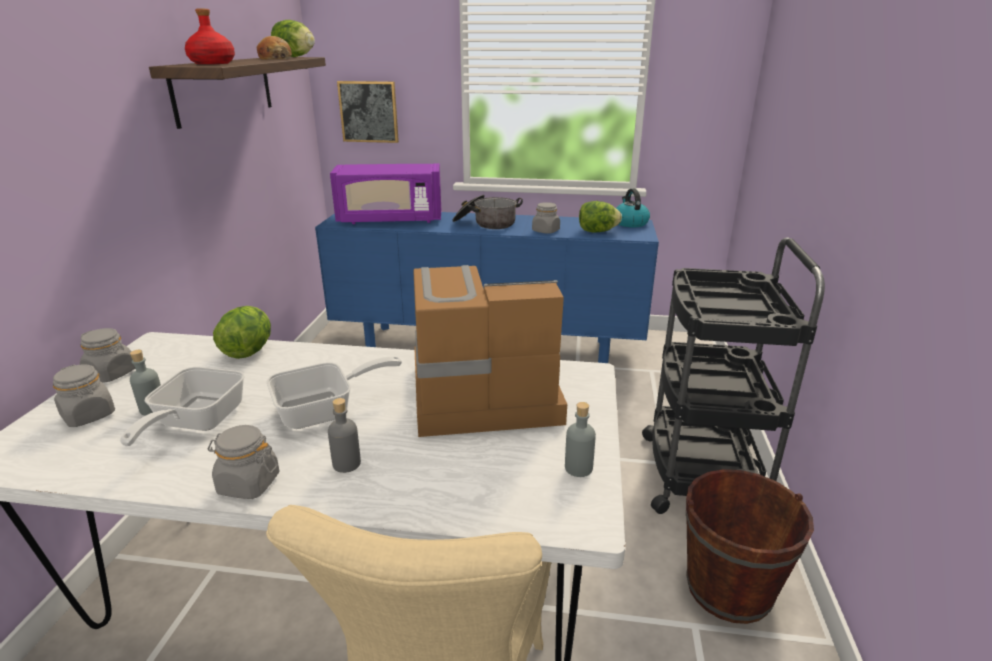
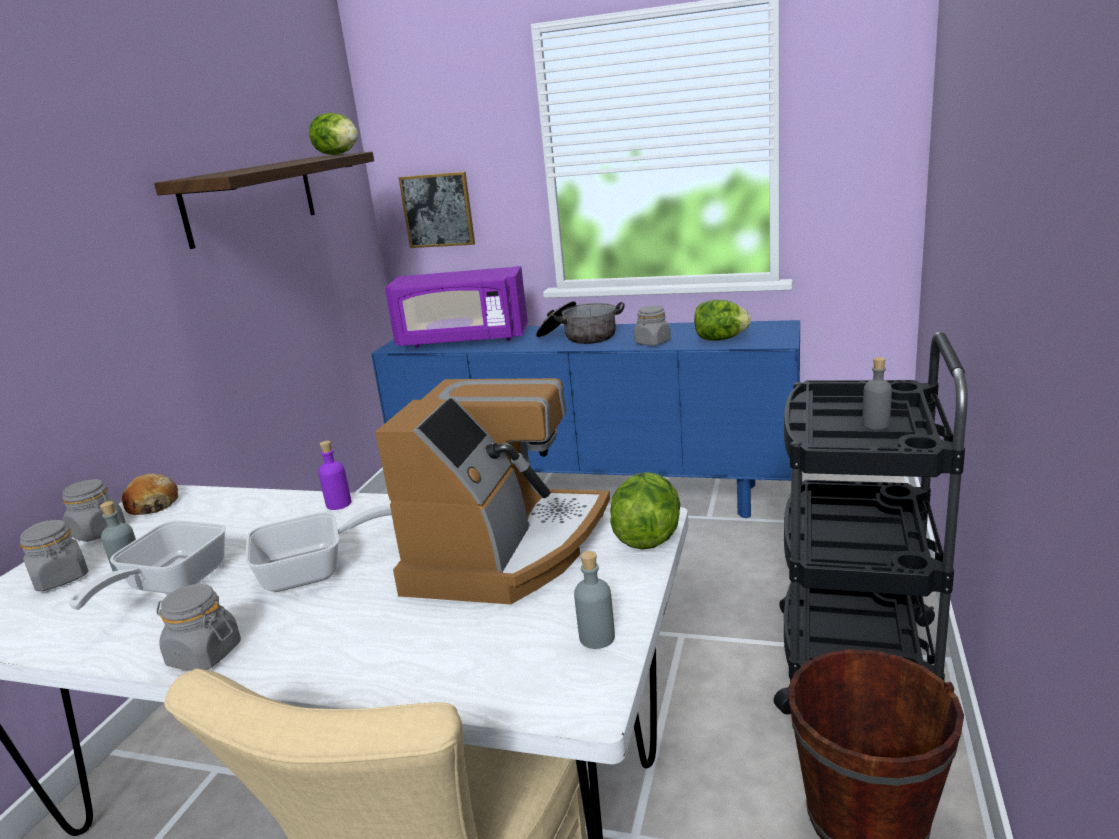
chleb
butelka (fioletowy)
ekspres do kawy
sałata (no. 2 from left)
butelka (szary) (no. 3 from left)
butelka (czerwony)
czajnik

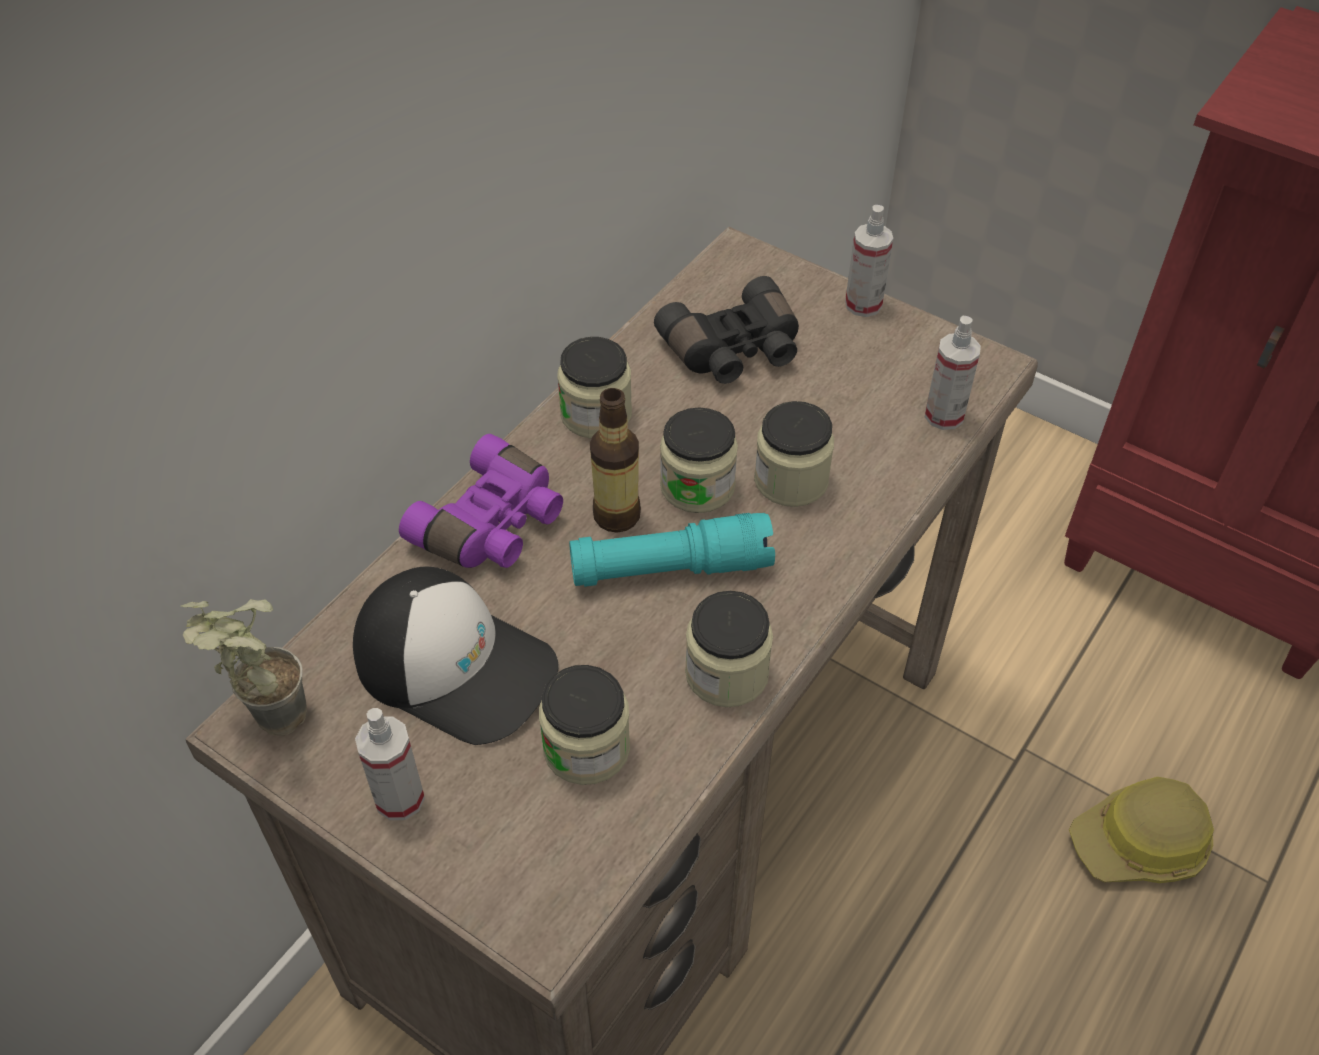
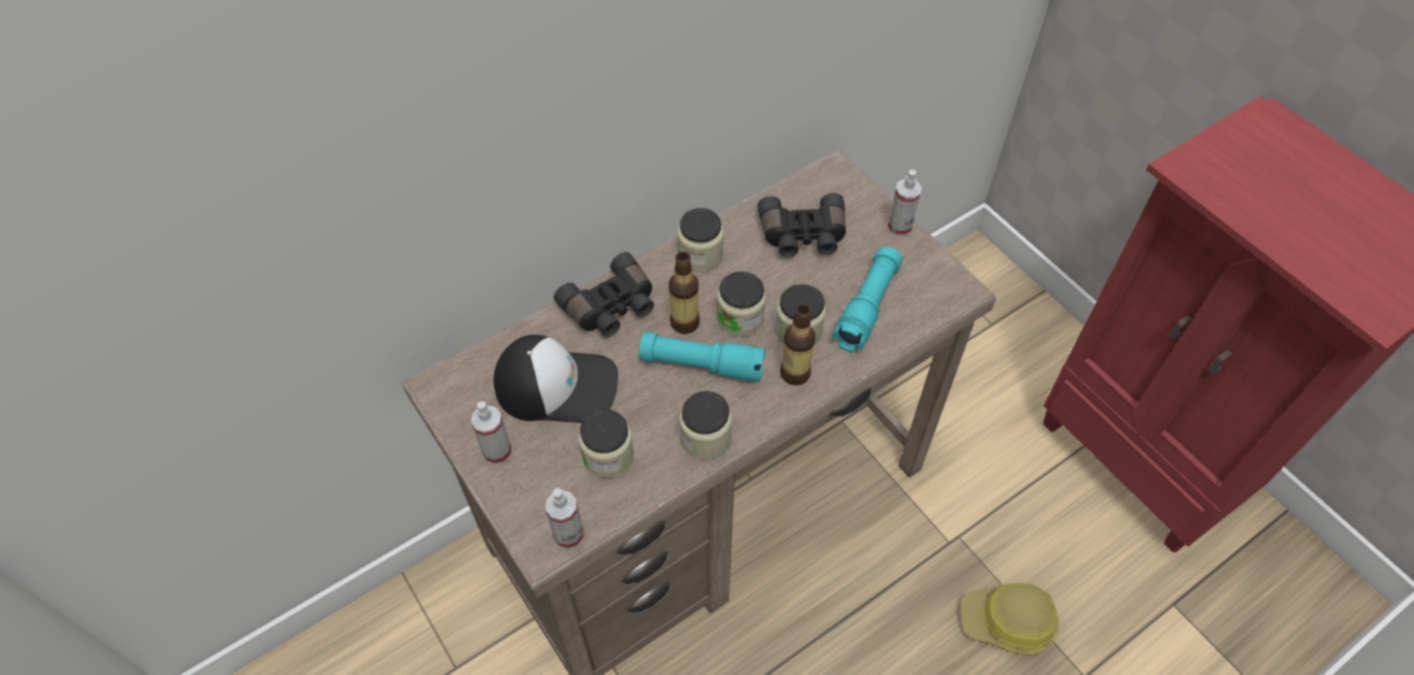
czapka z daszkiem
spryskiwacz (no. 2 from left)
lornetka (czarny) (no. 1 from left)
butelka (no. 2 from left)
latarka (turkusowy) (no. 2 from left)
roślina doniczkowa

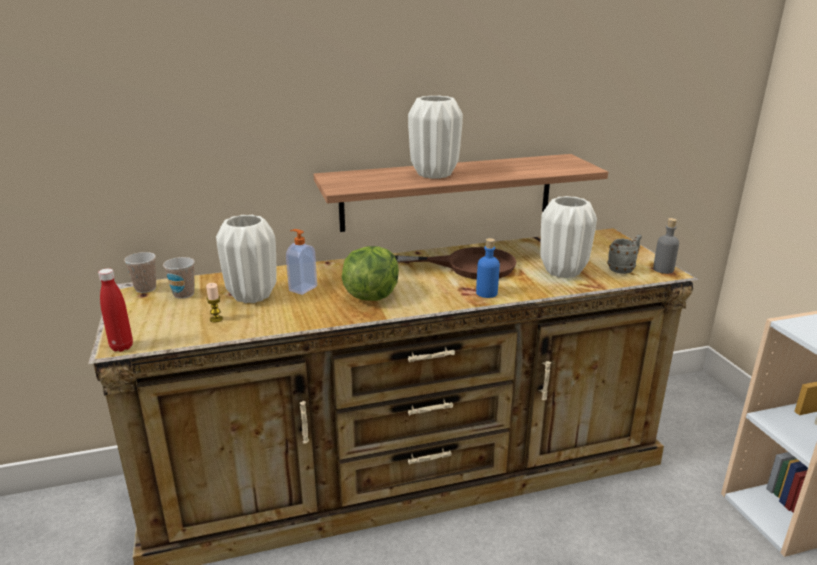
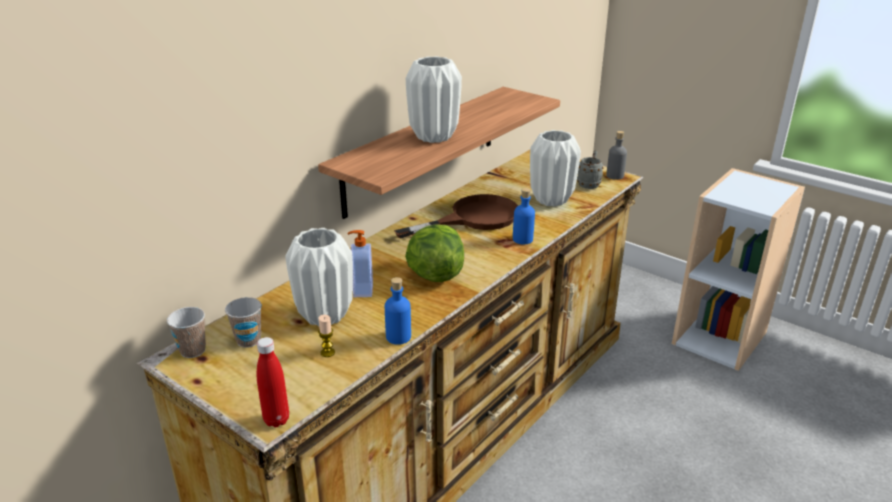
butelka (niebieski) (no. 1 from left)

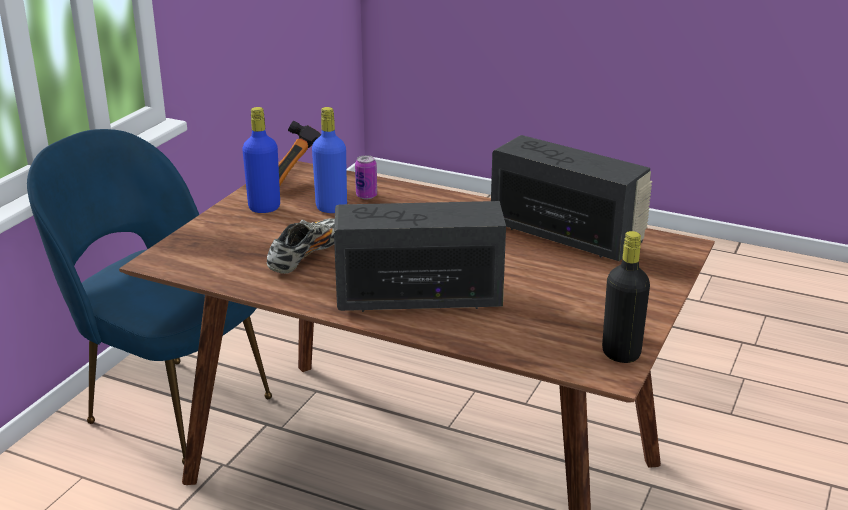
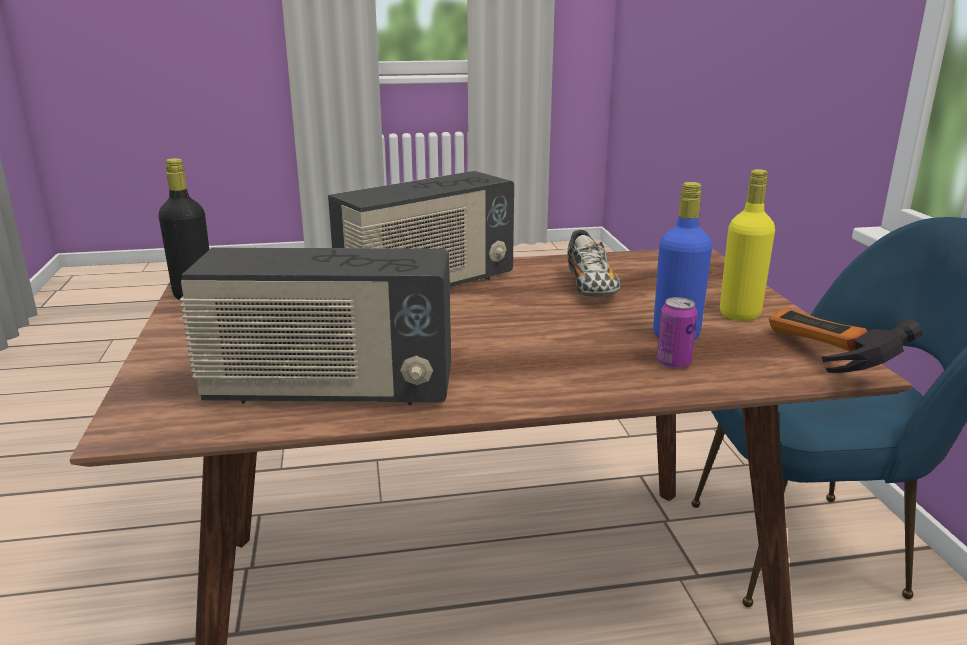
butelka (żółty)

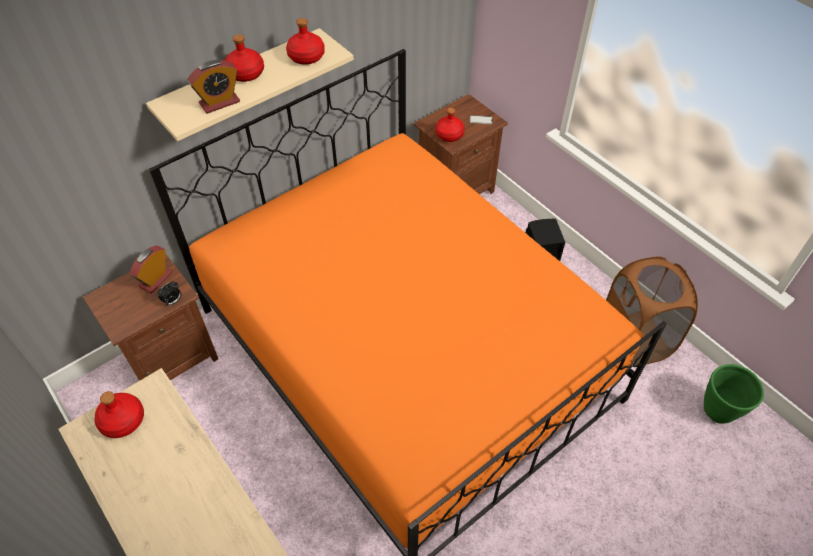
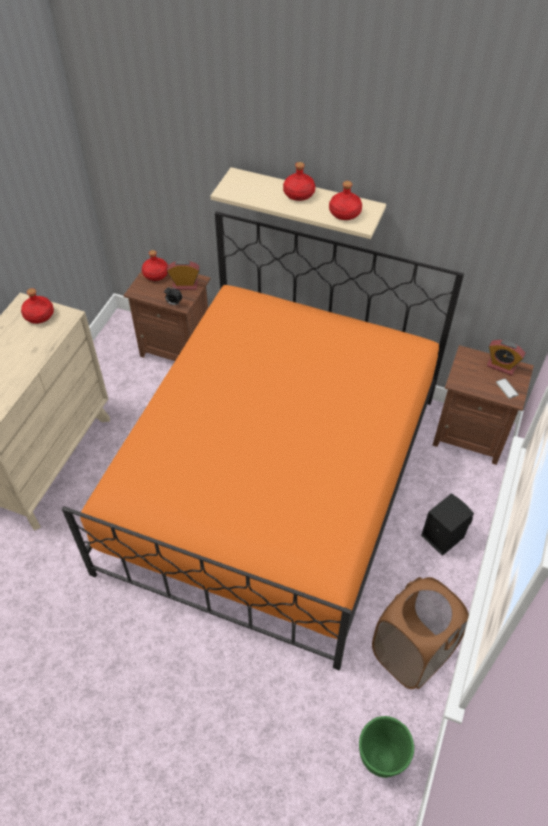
butelka (czerwony) (no. 2 from left)
budzik (no. 3 from left)

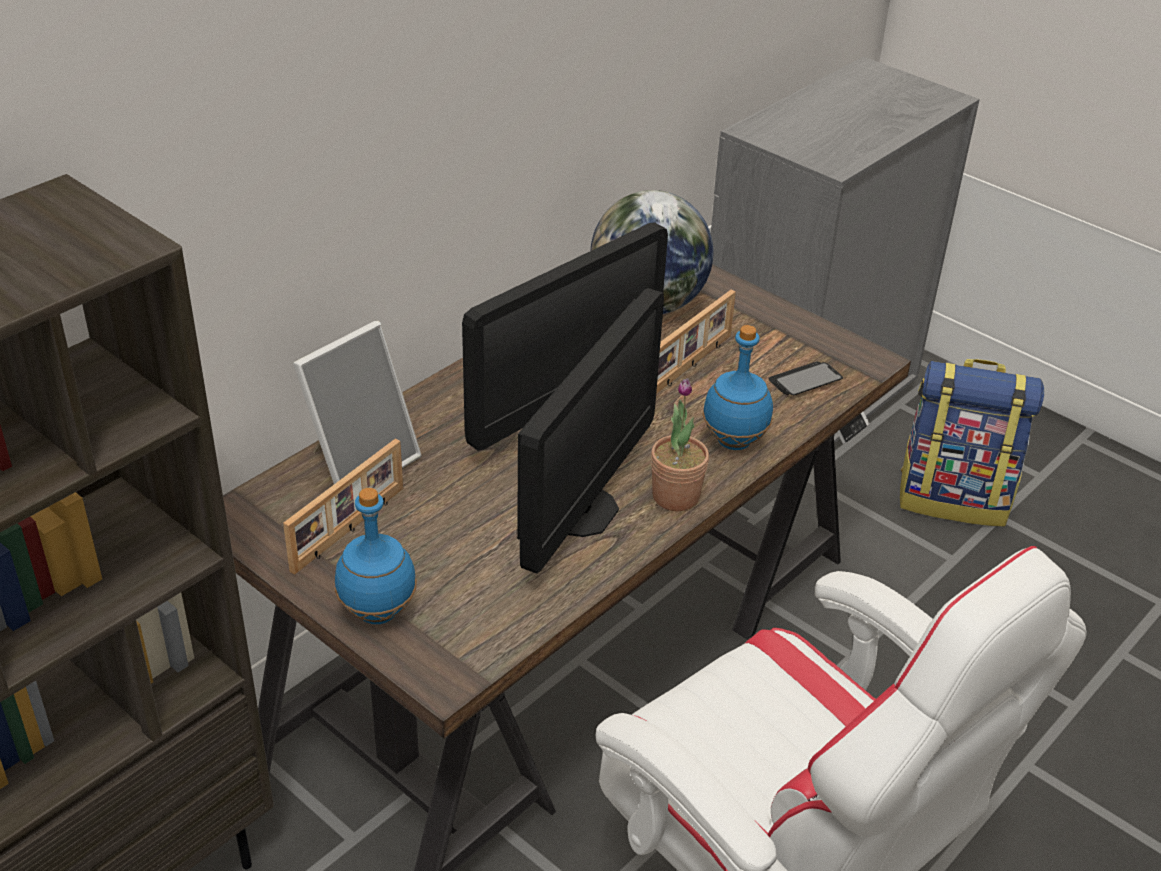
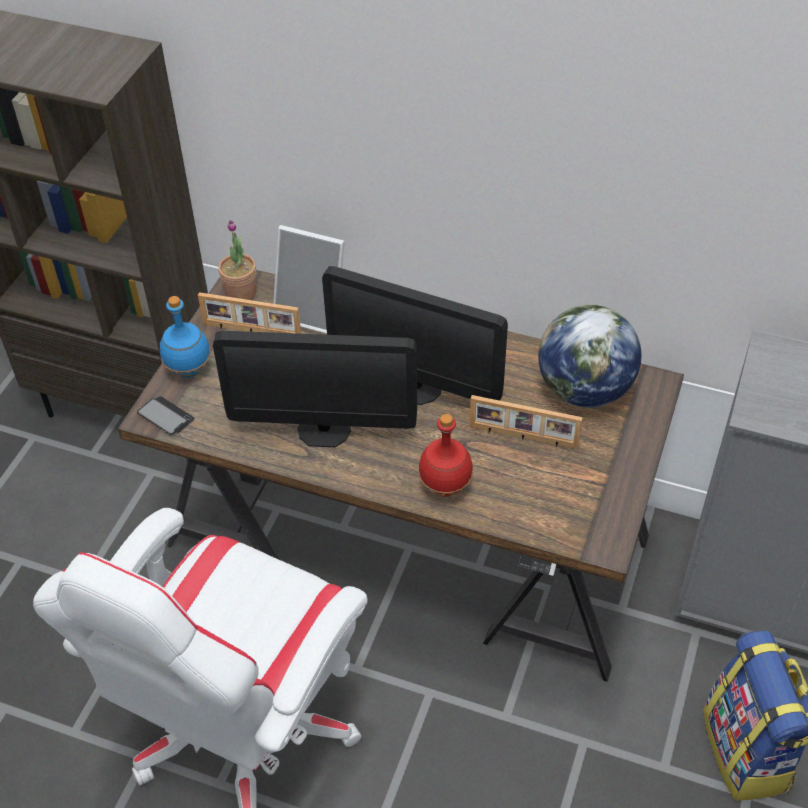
telefon
roślina doniczkowa
butelka (czerwony)

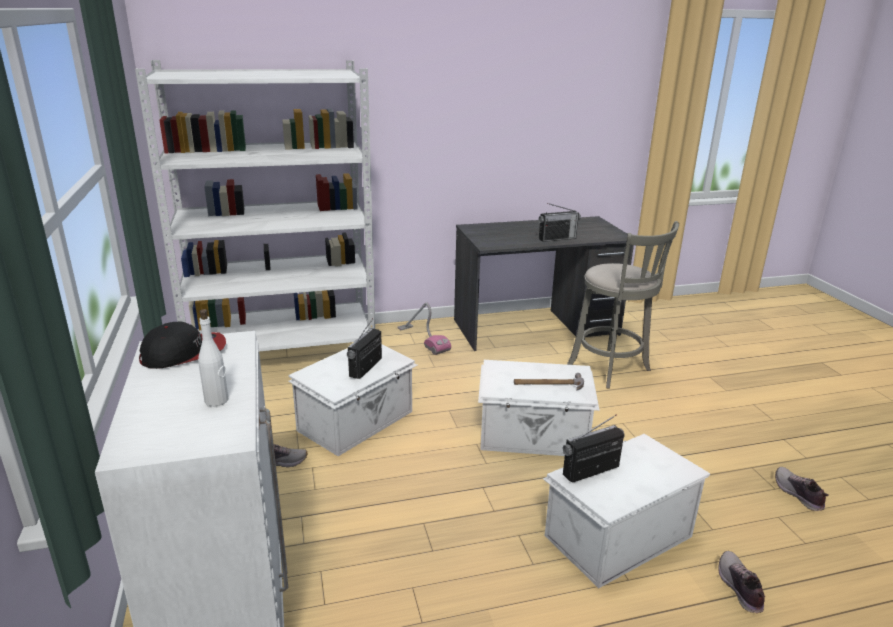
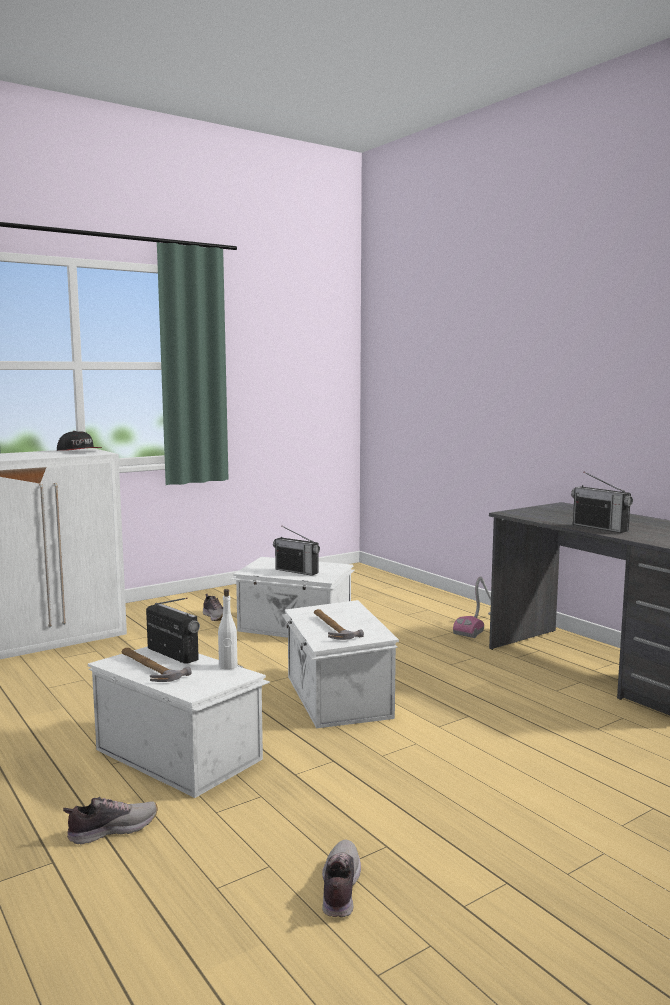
młotek (no. 1 from left)
butelka (biały)
radio (no. 2 from left)
but (no. 3 from left)
regał (biały)
stołek (szary)

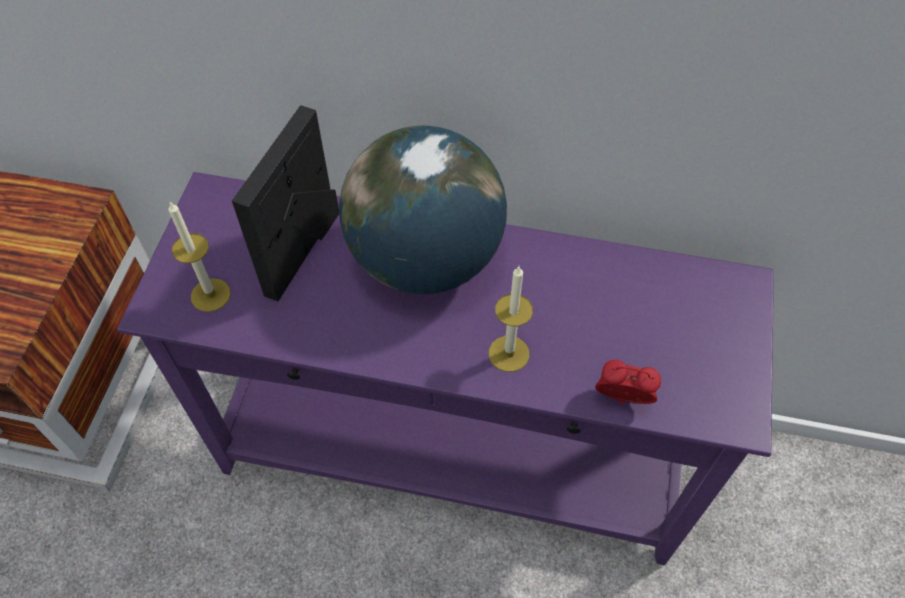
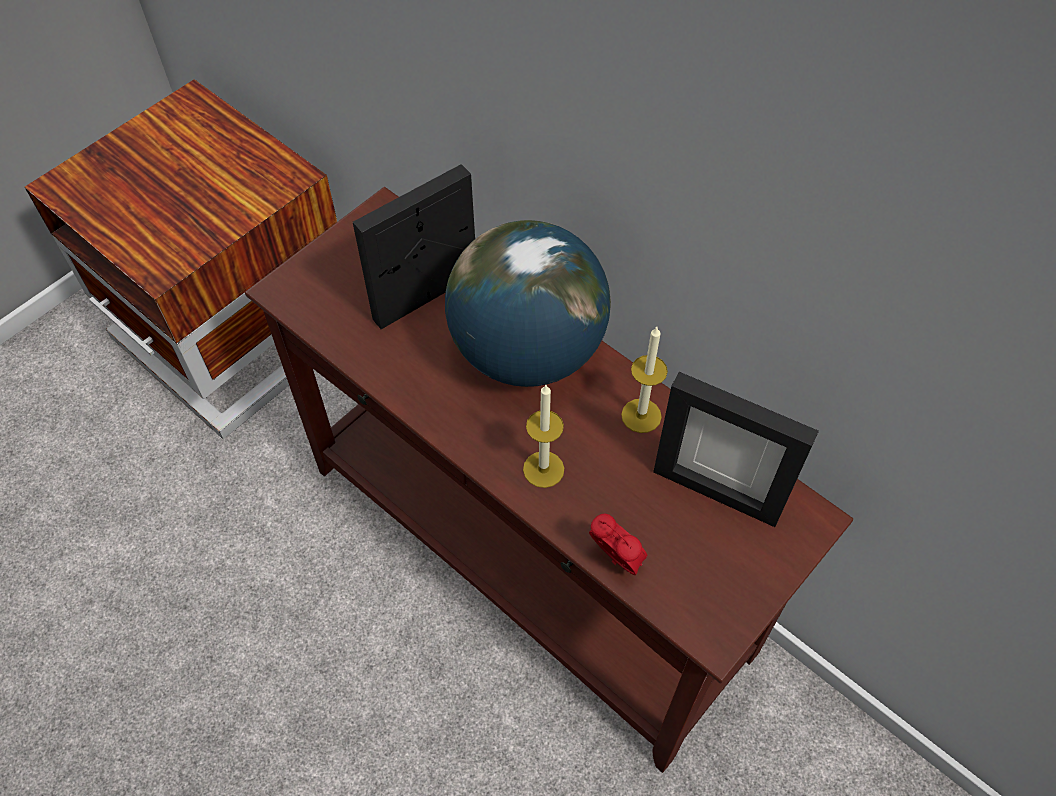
stolik konsolowy (brązowy)
świeca (no. 2 from left)
ramka na zdjęcie (no. 2 from left)

